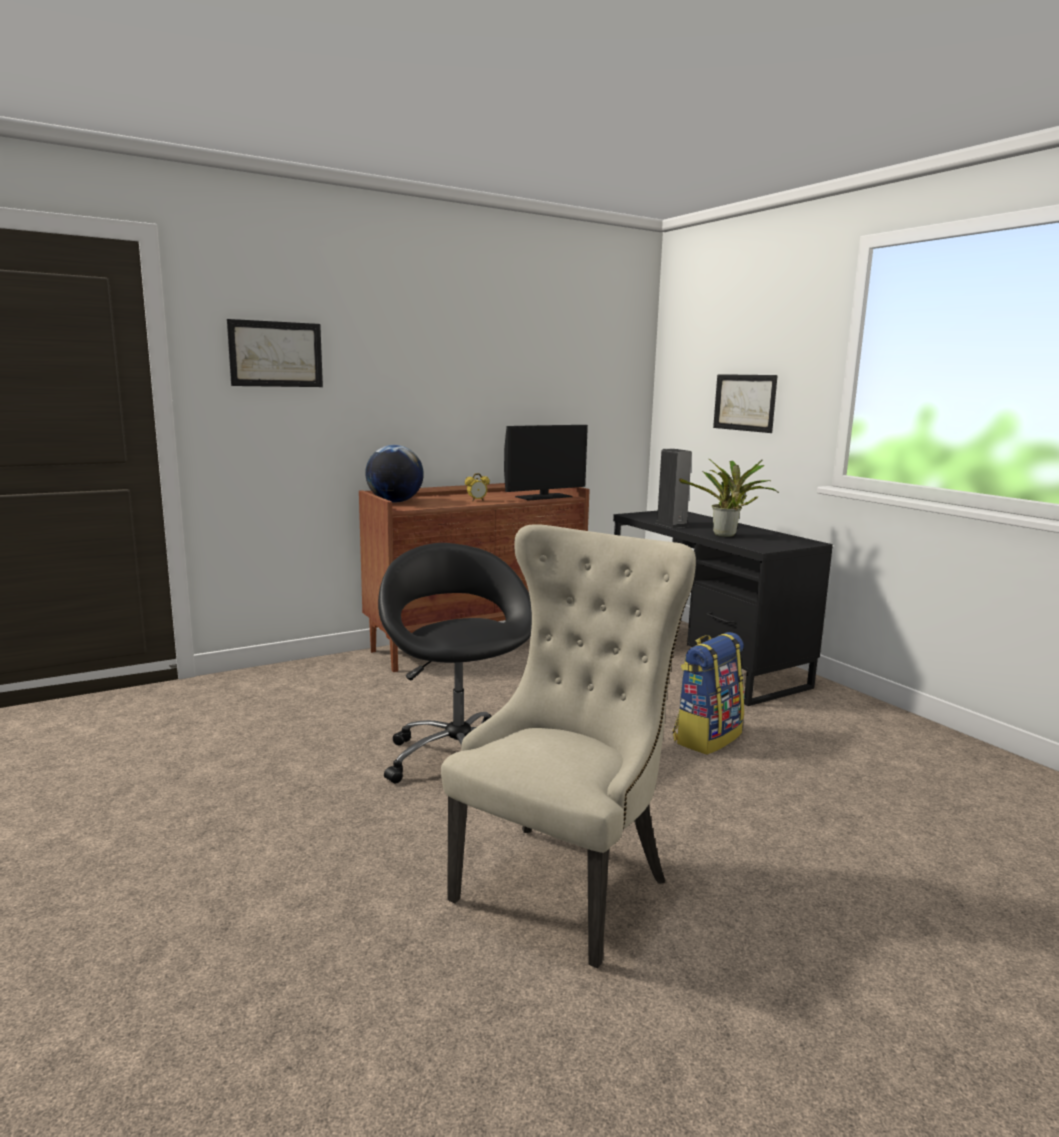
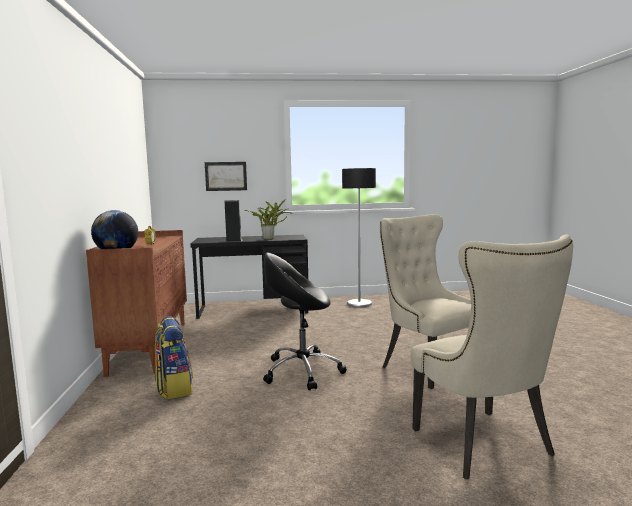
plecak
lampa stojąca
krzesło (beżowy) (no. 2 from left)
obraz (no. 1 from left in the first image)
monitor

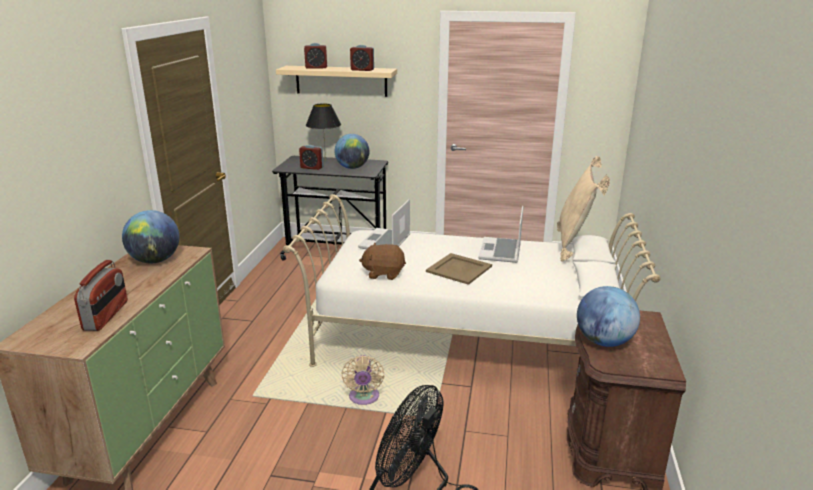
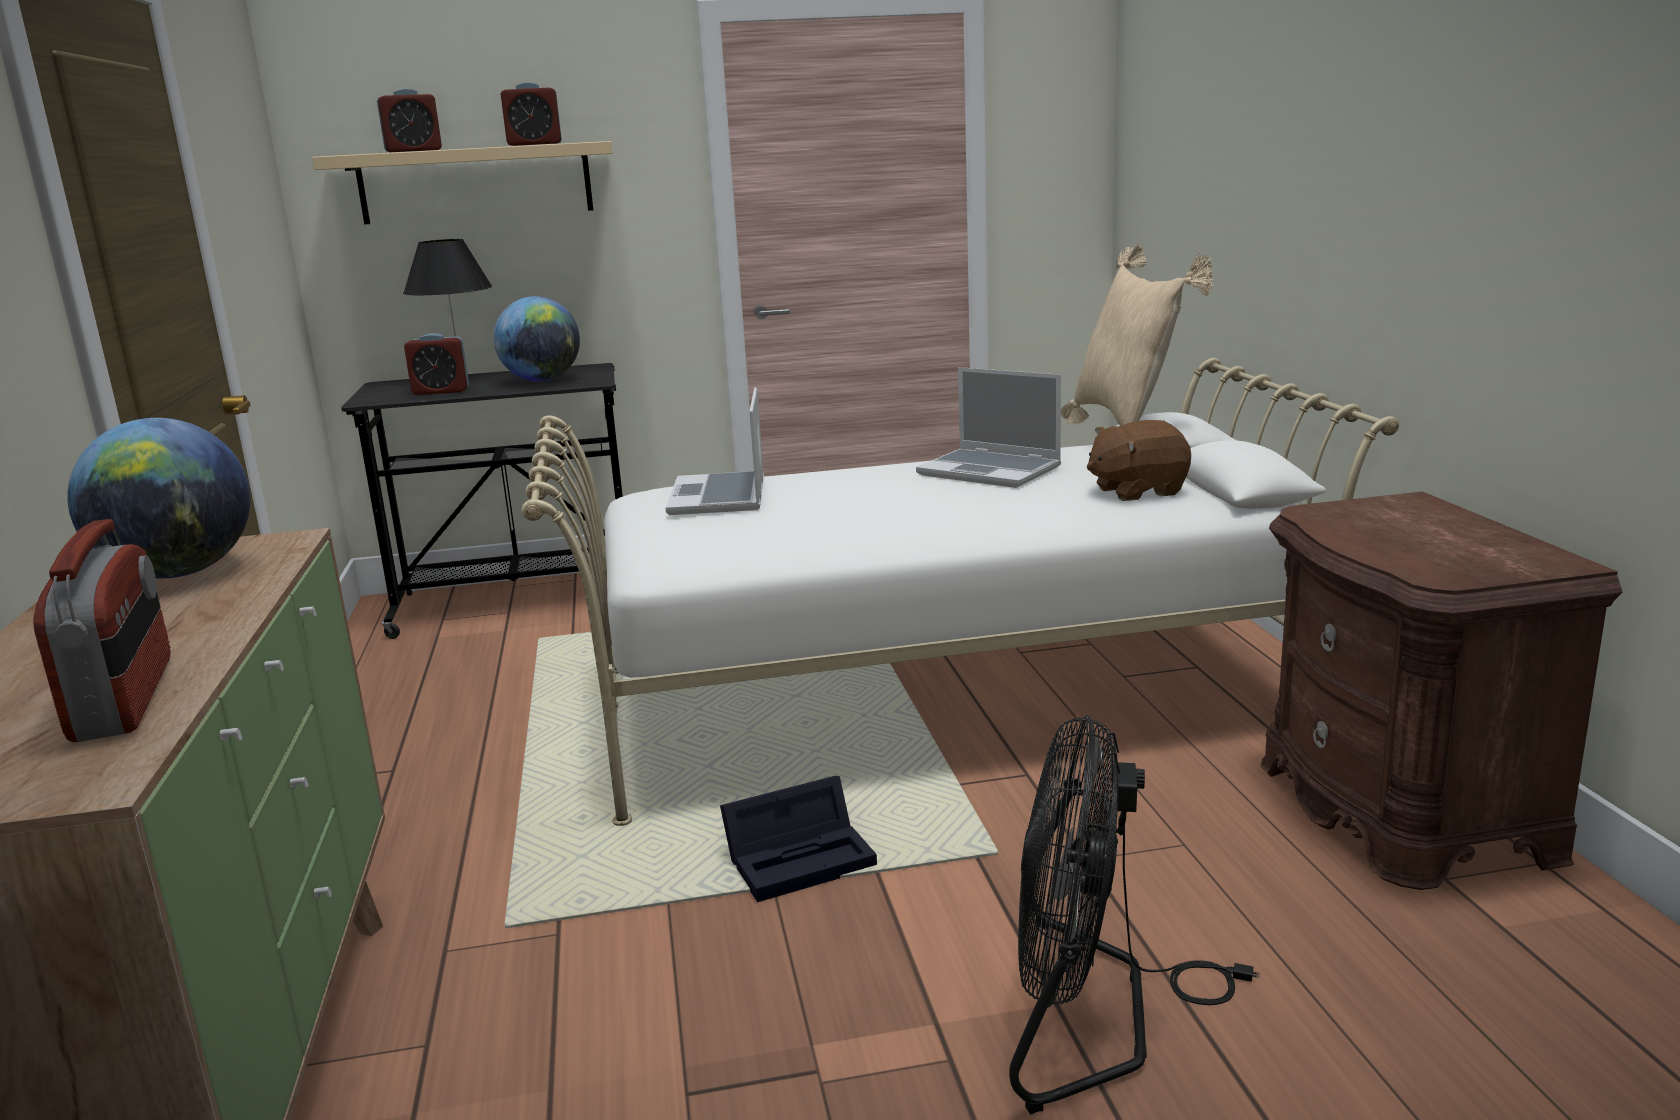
pojemnik do przechowywania (czarny)
laptop (no. 2 from left)
pluszak (brązowy)
taca (beżowy)
globus (no. 3 from left in the first image)

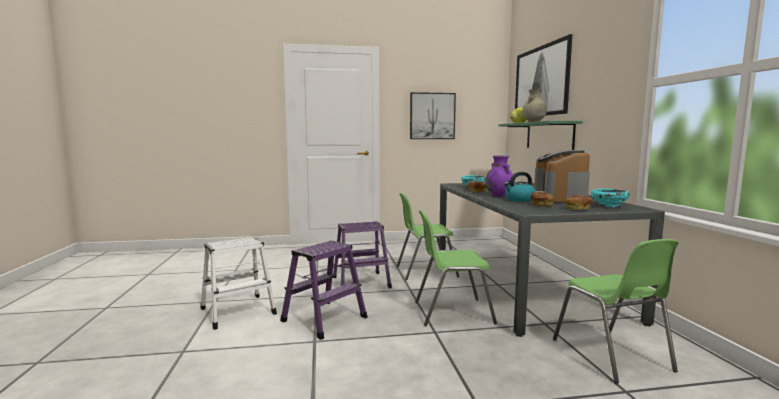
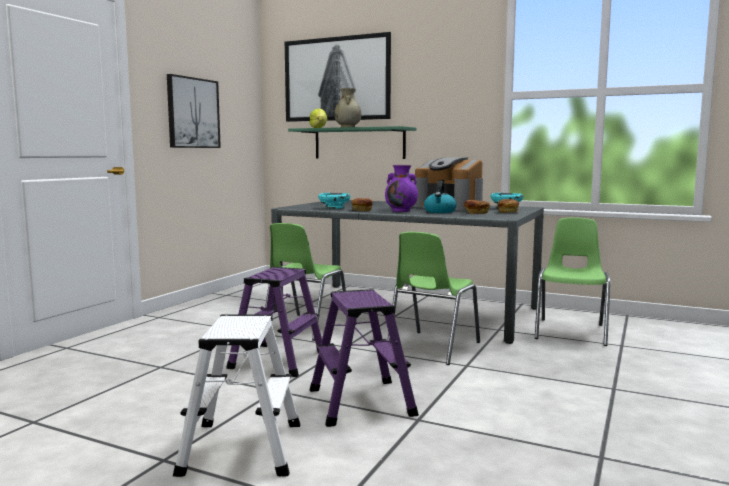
krzesło (zielony) (no. 3 from left)

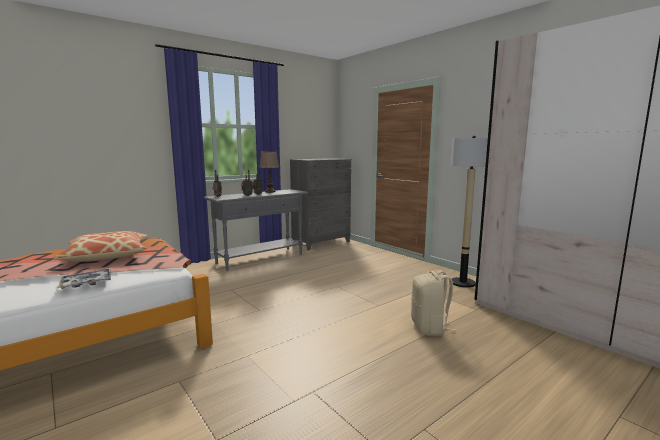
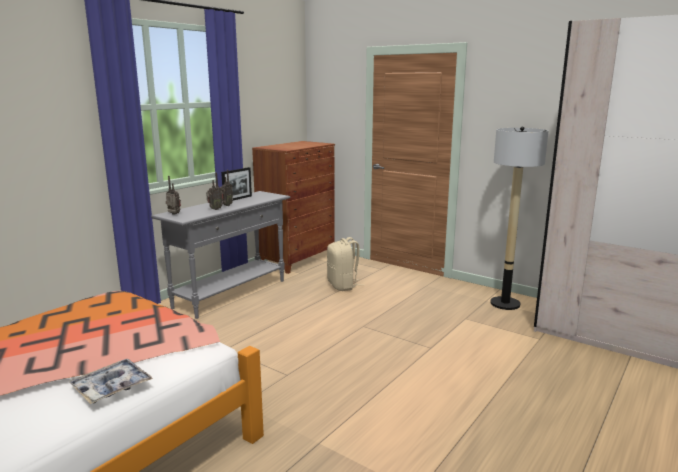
ramka na zdjęcie
komoda (brązowy)
plecak (beżowy)
poduszka

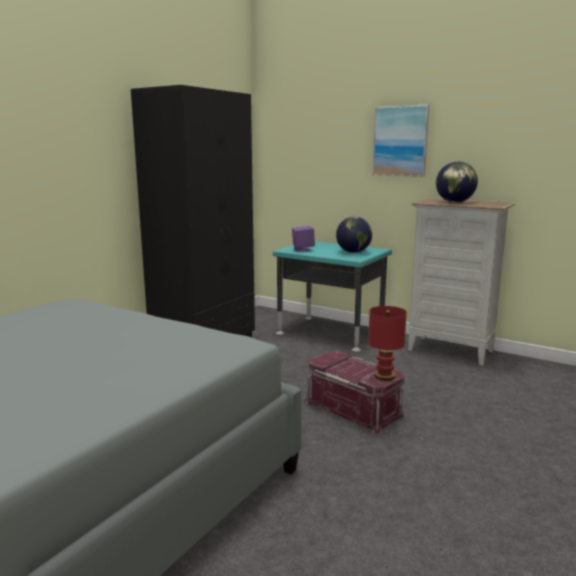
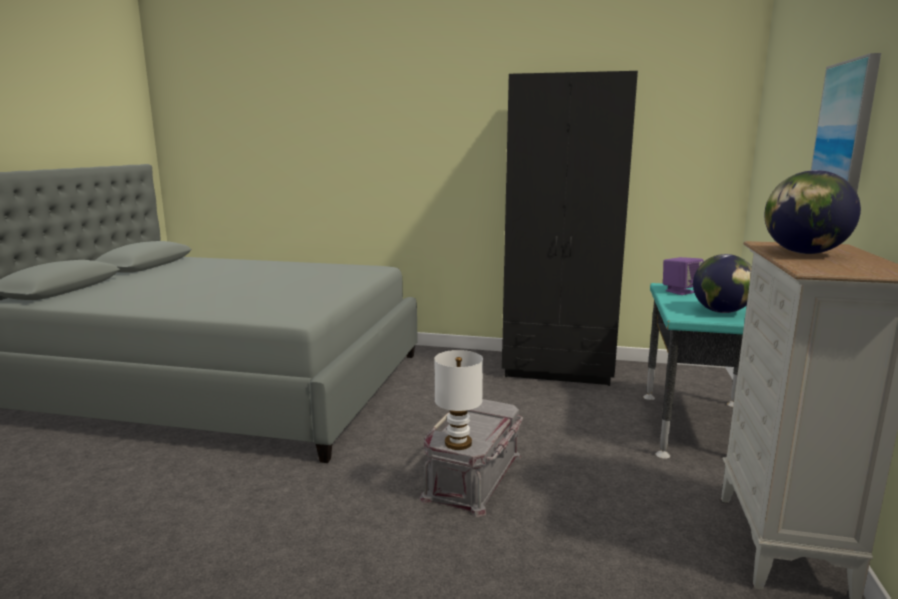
pojemnik do przechowywania (szary)
lampa stołowa (biały)

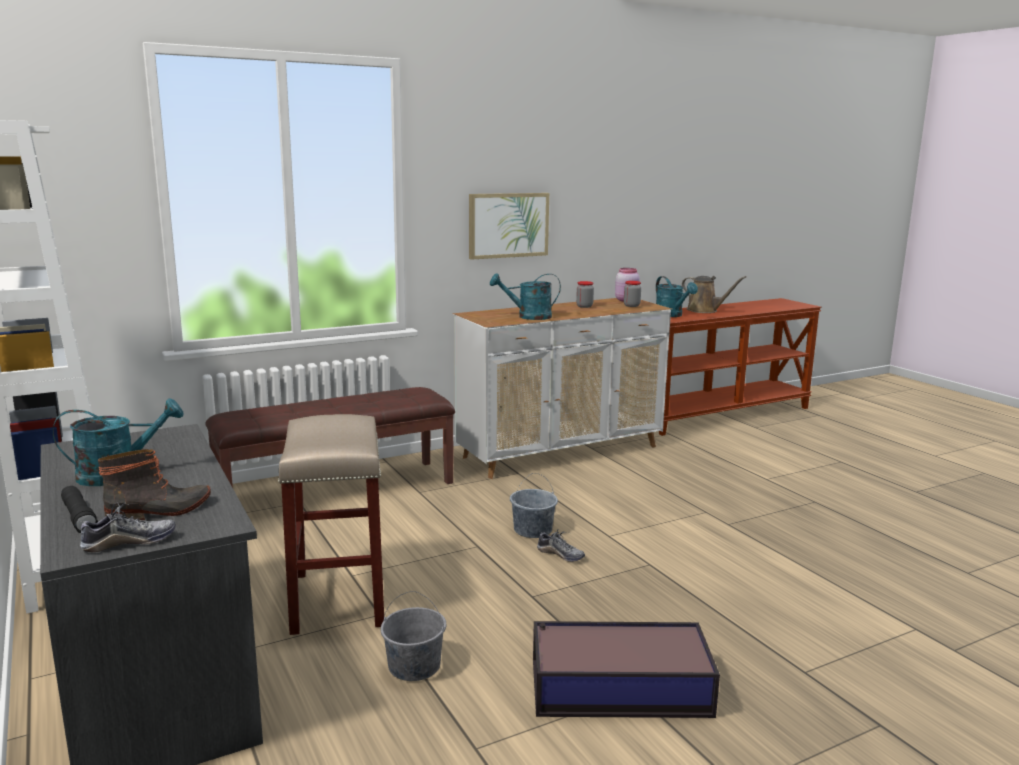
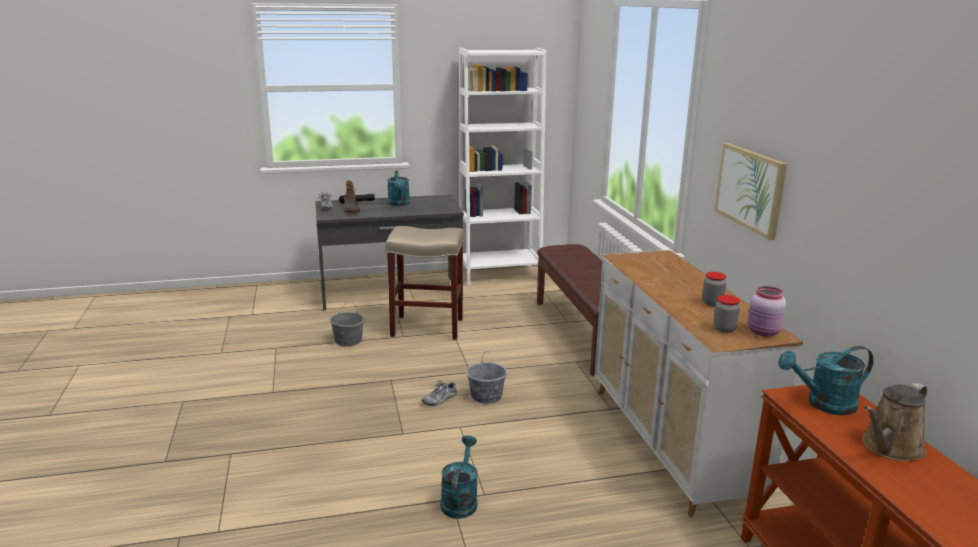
konewka (turkusowy) (no. 2 from left)
pojemnik do przechowywania

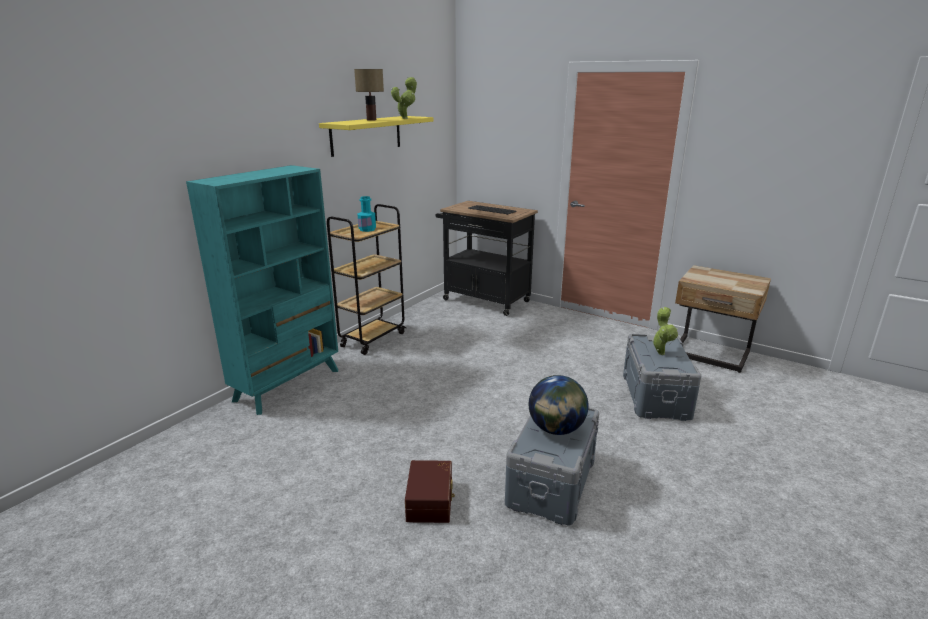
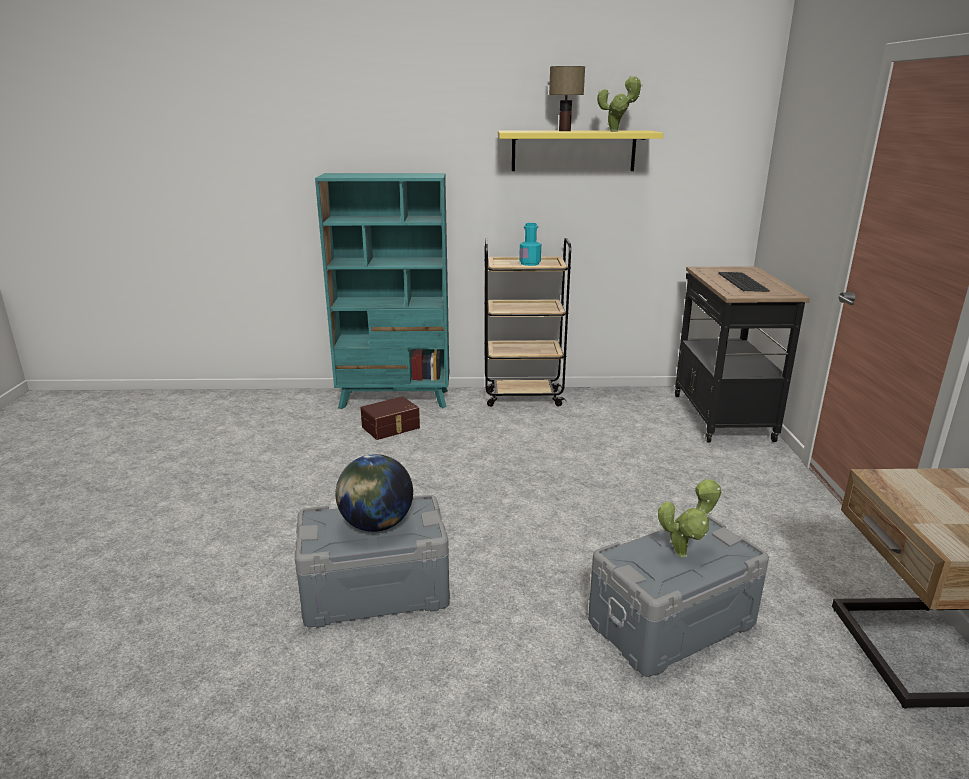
pojemnik do przechowywania (brązowy)

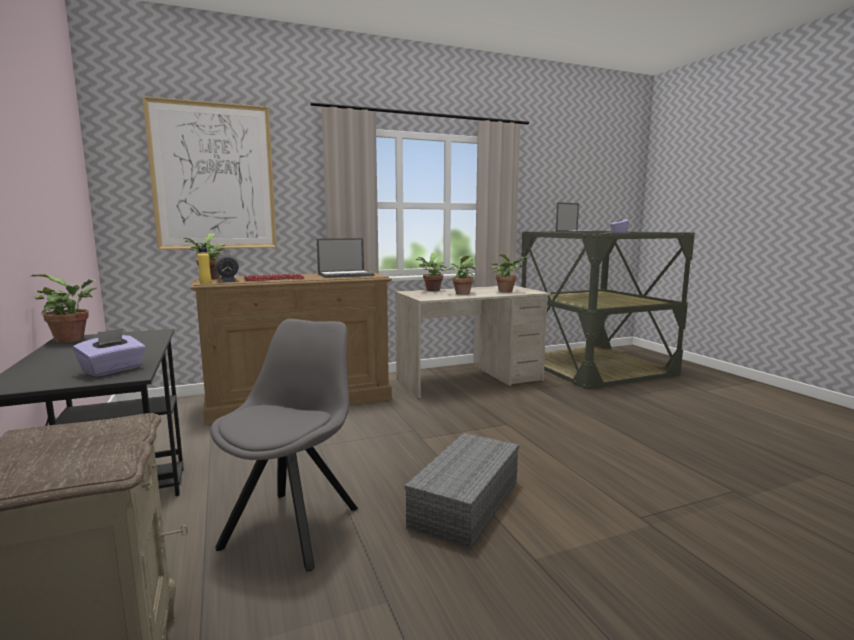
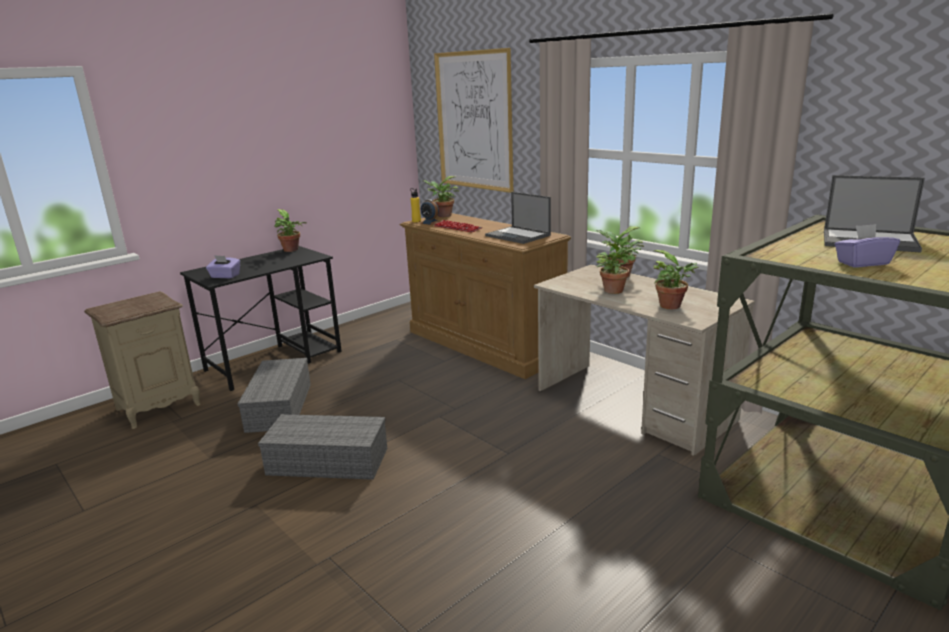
pojemnik do przechowywania (szary) (no. 1 from left)

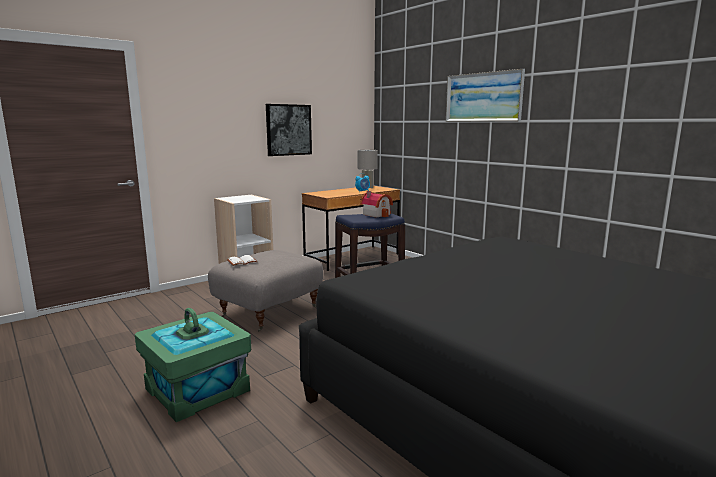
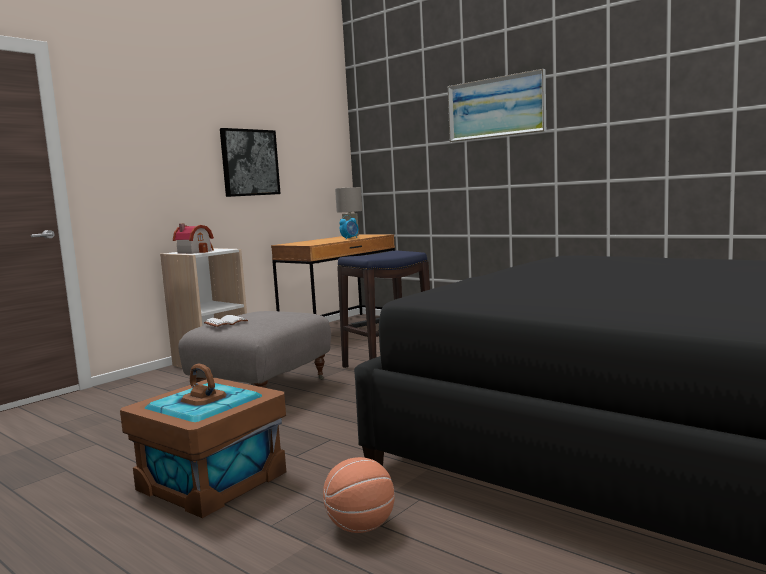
pojemnik do przechowywania (brązowy)
domek
piłka do koszykówki

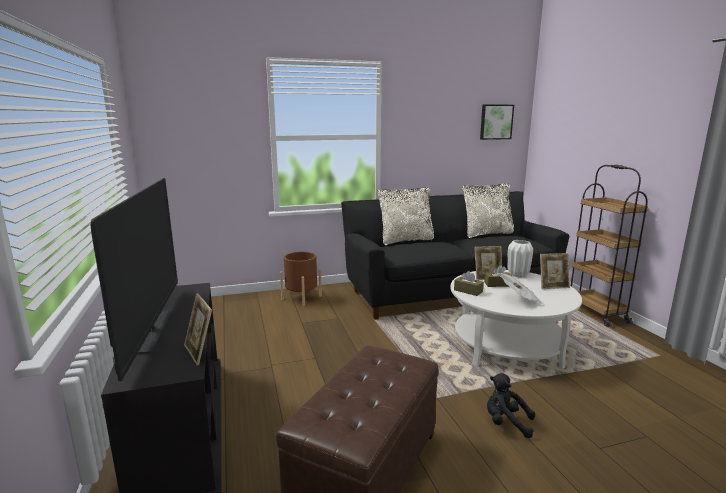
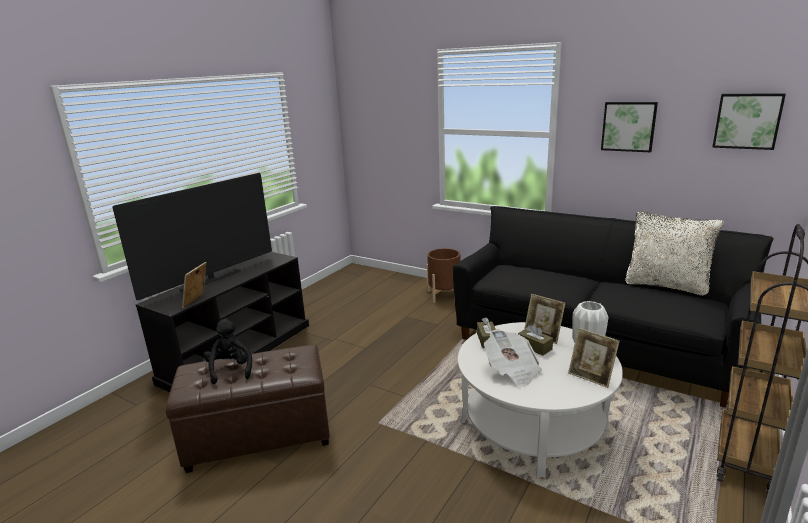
pluszak (czarny)
obraz (no. 1 from left)
poduszka (beżowy) (no. 1 from left in the first image)

